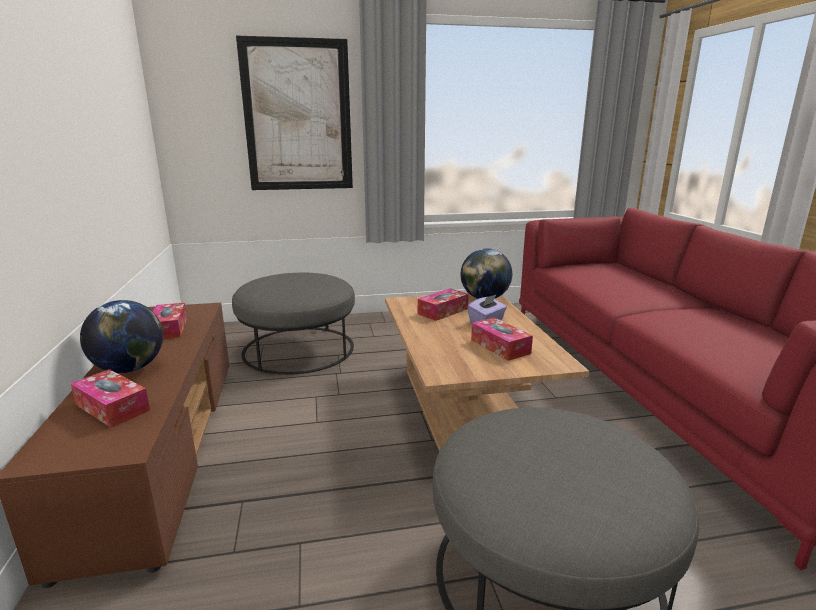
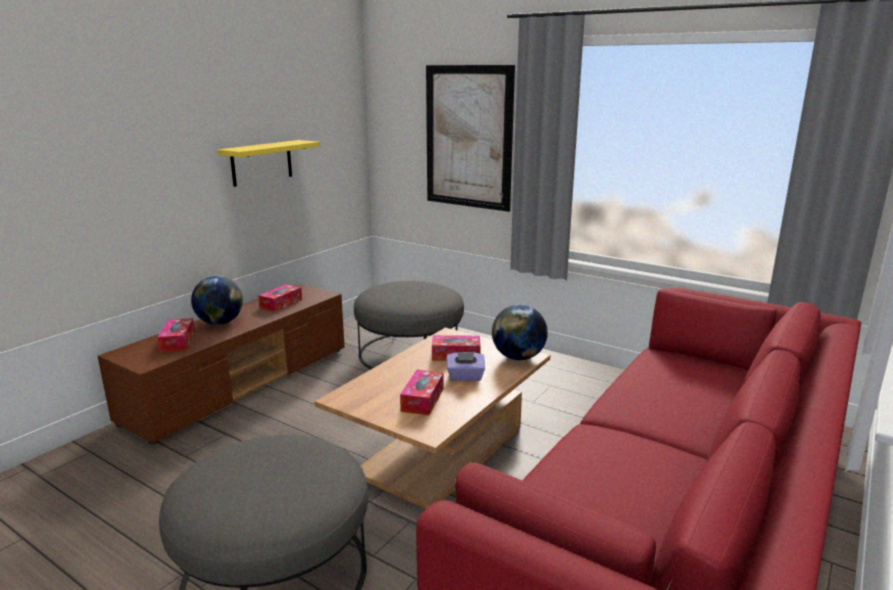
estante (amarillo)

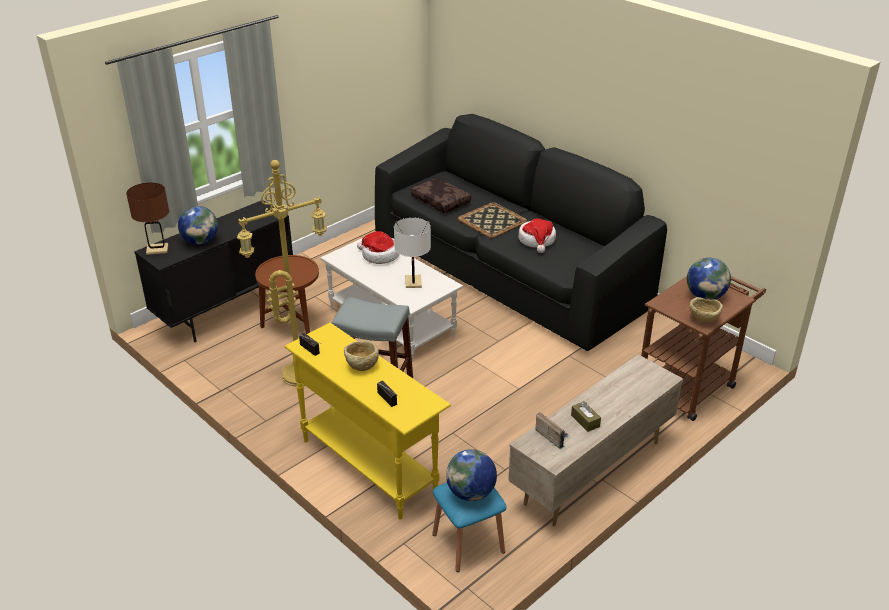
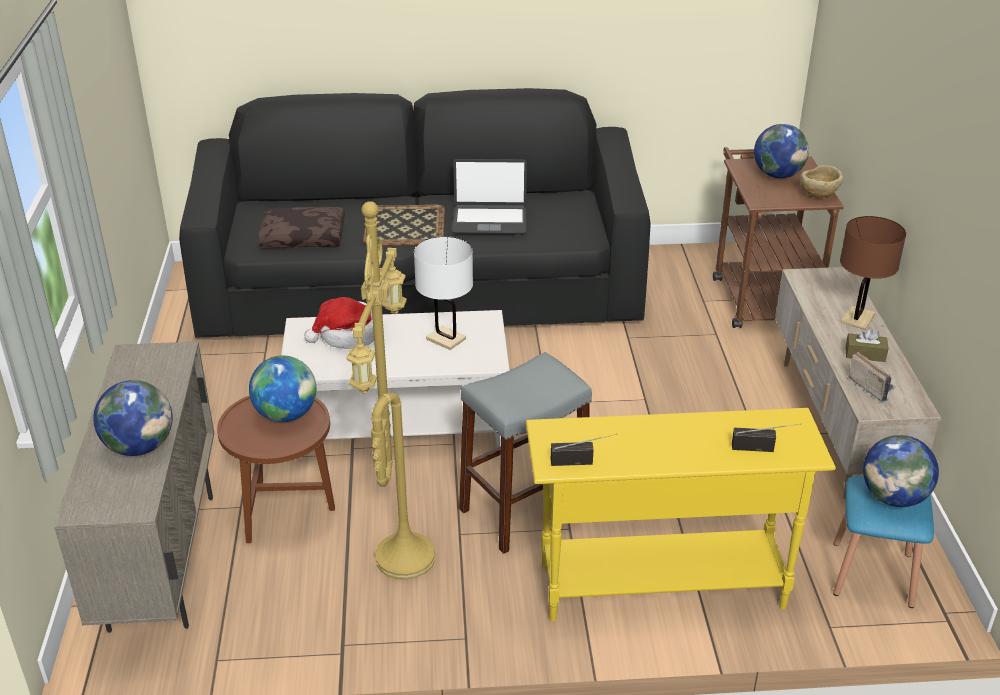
armario (beis)
globo terráqueo (2nd from left)
portátil
lámpara de mesa (marrón)
radio (3rd from left)
cuenco (beis) (1st from left in the first image)

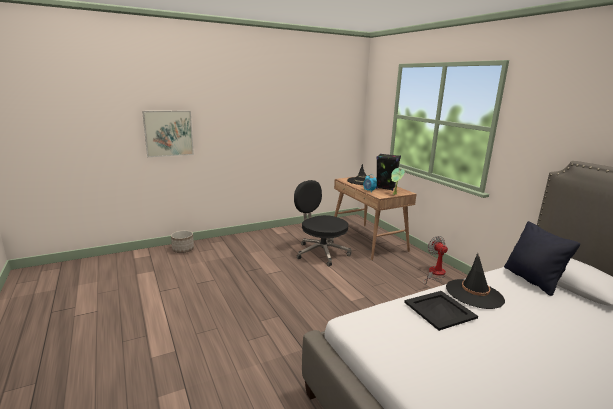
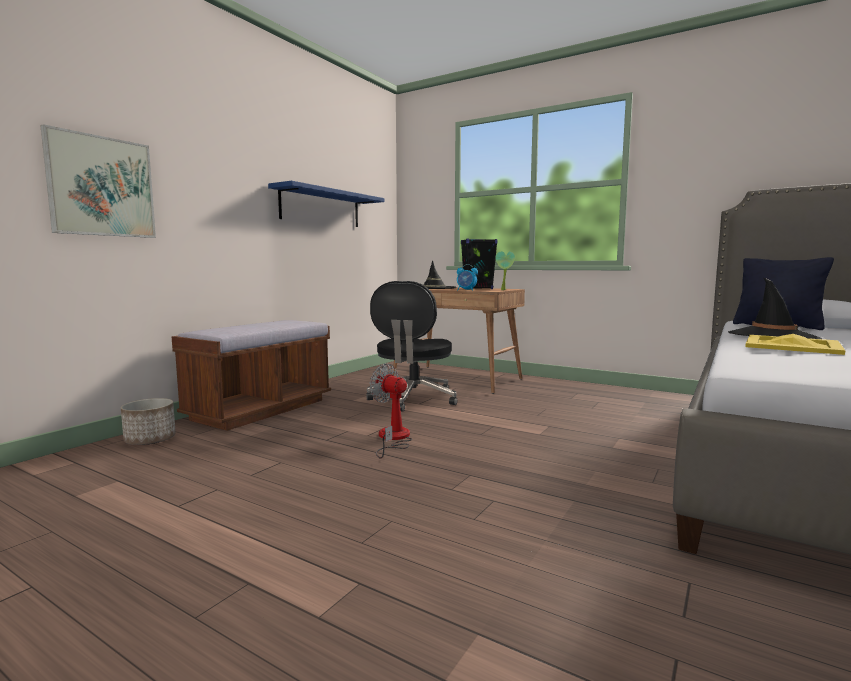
banco (marrón)
estante (azul)
silla de oficina (negro)
ventilador
bandeja (amarillo)

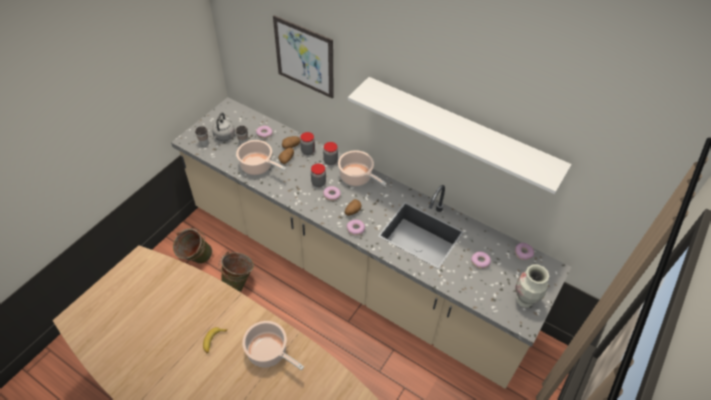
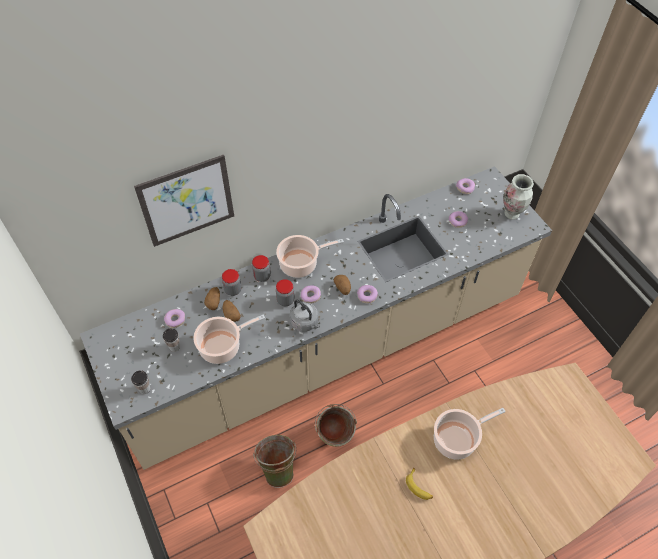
hervidor (gris)
cubo (verde) (2nd from left)
estante (blanco)

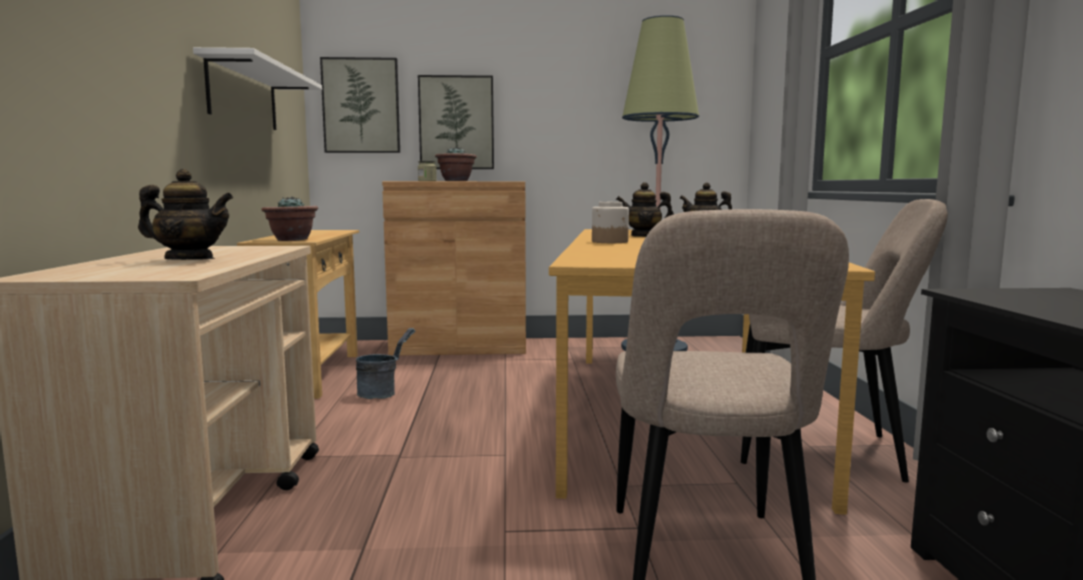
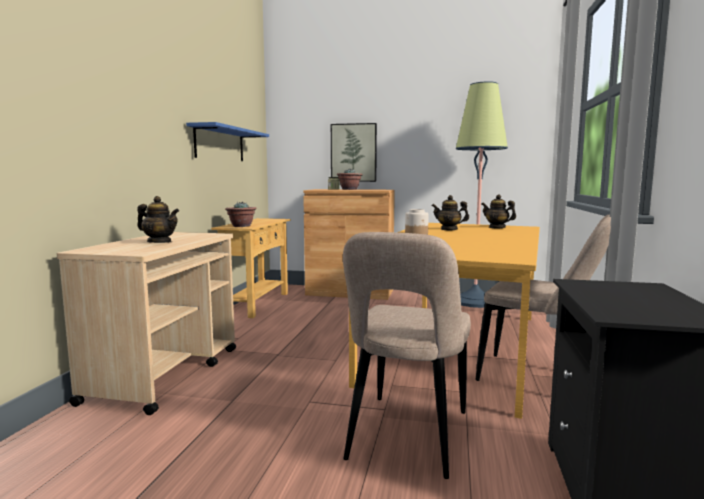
estante (azul)
cuadro (1st from left in the first image)
cubo (gris)

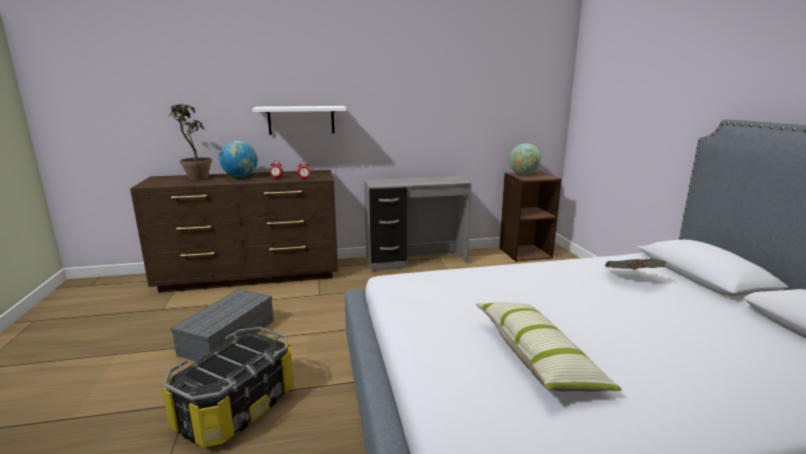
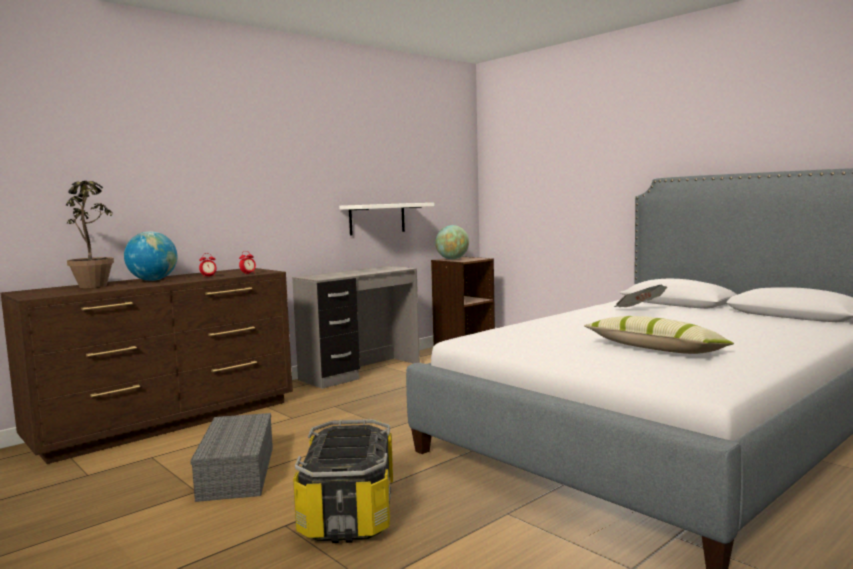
estante (blanco)

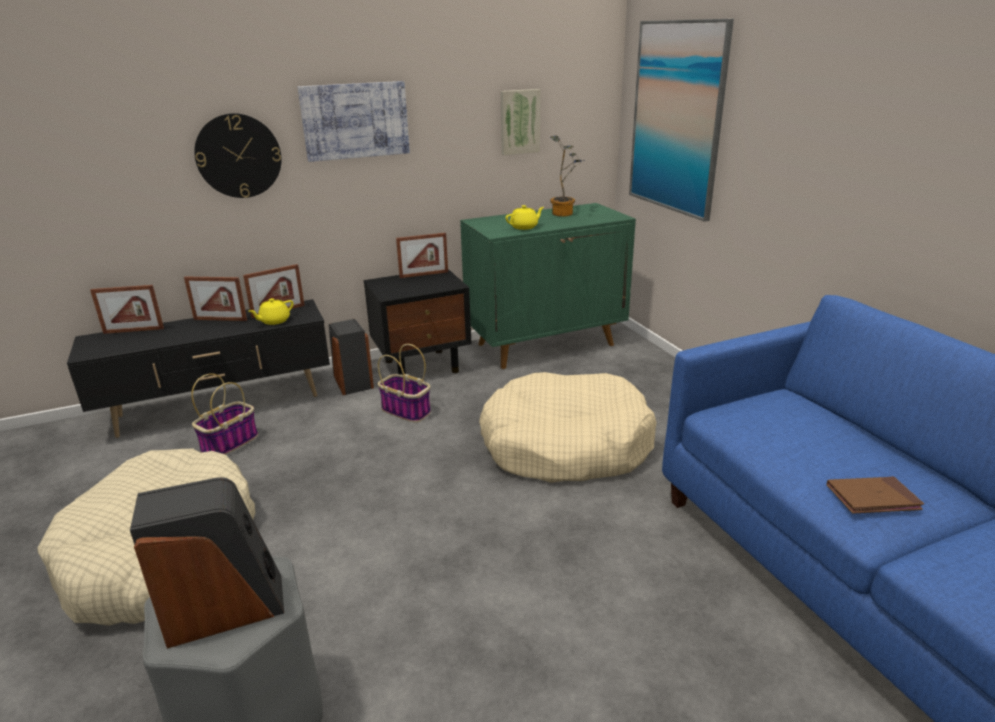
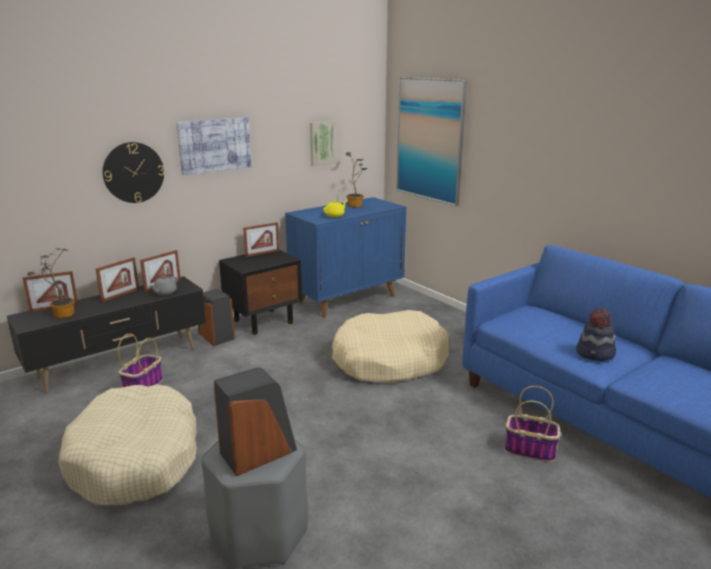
planta en maceta (1st from left)
portarretratos (2nd from left)
tetera (gris)
armario (azul)
cesta (2nd from left)
sombrero

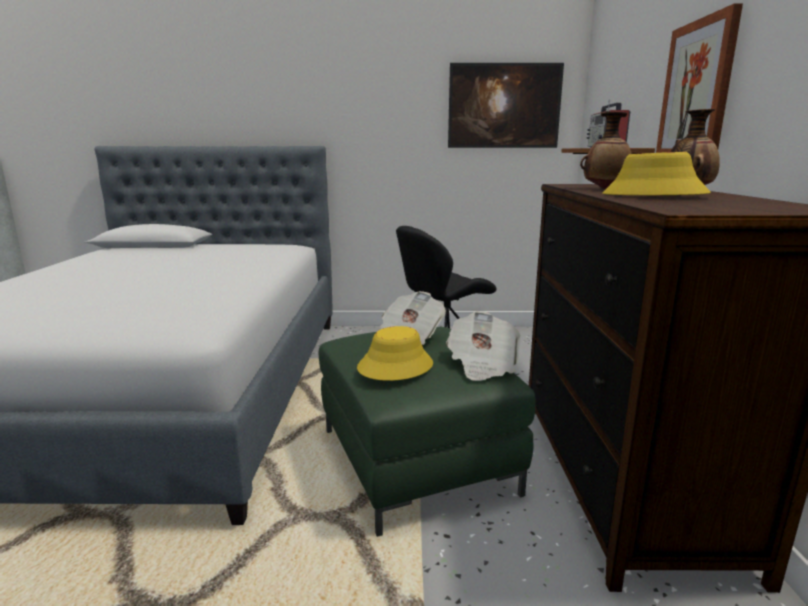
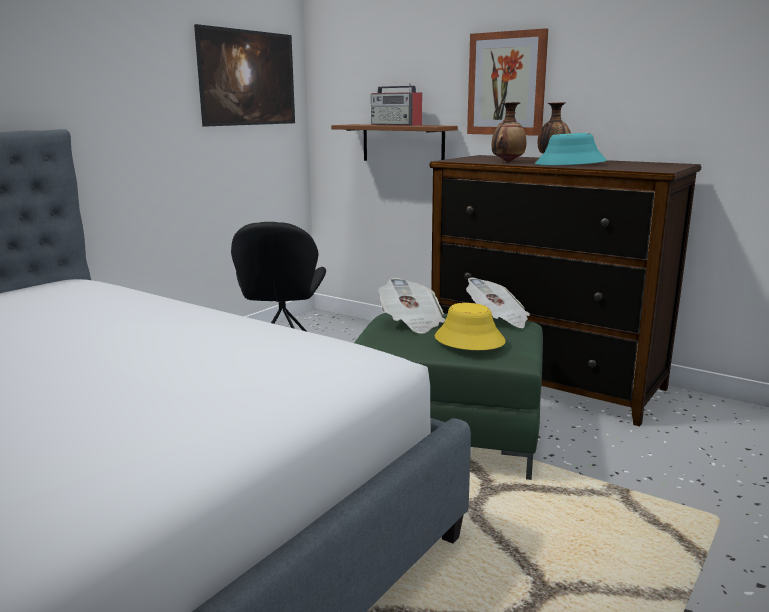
sombrero (turquesa)

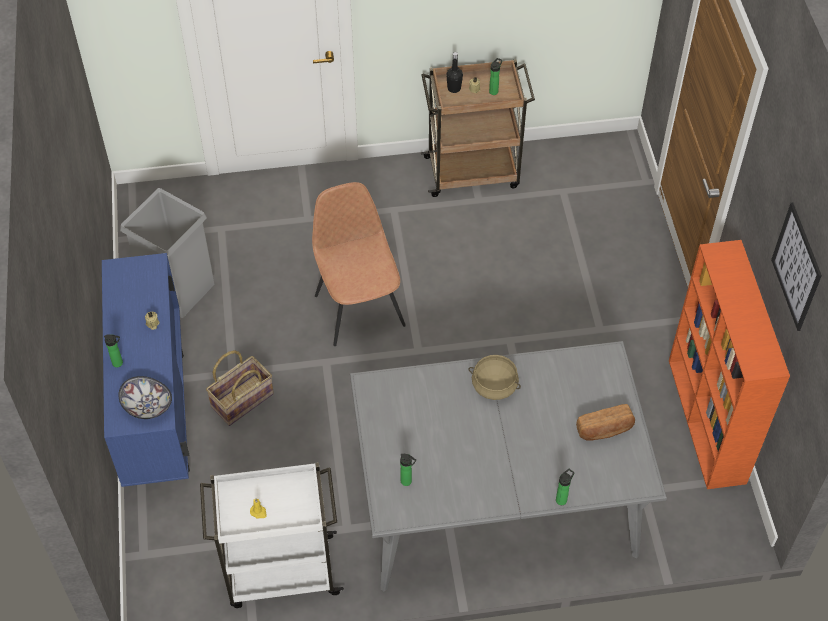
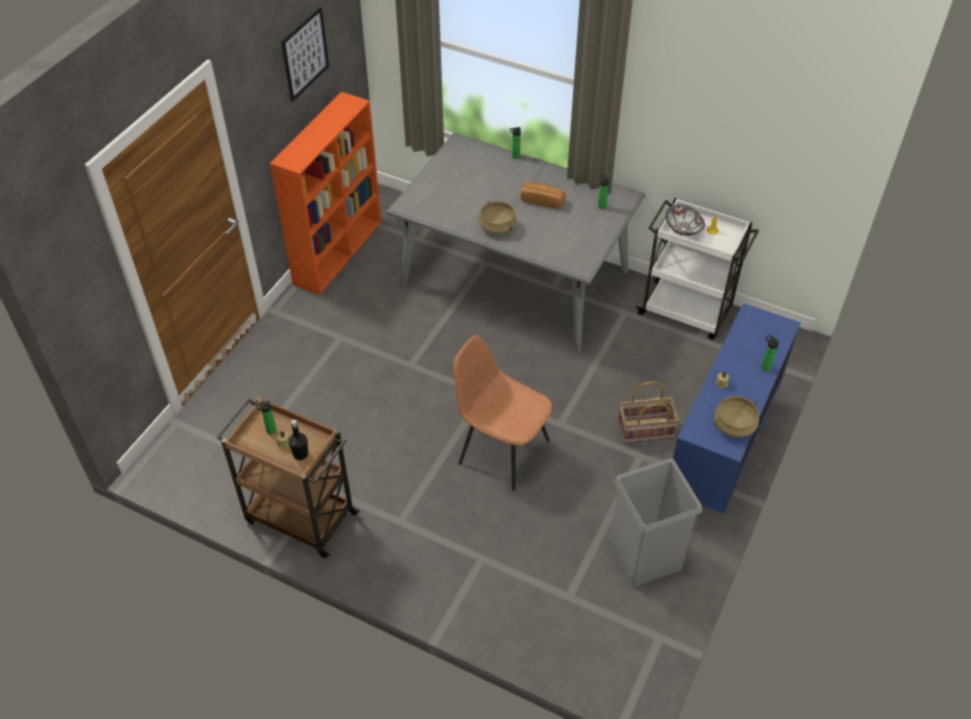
silla (marrón)
pan
cuenco
olla (beis) (2nd from left)

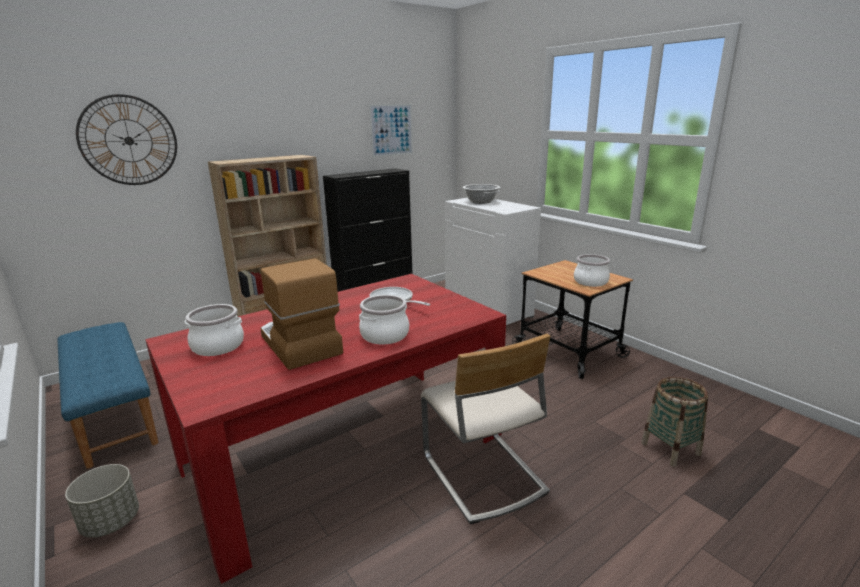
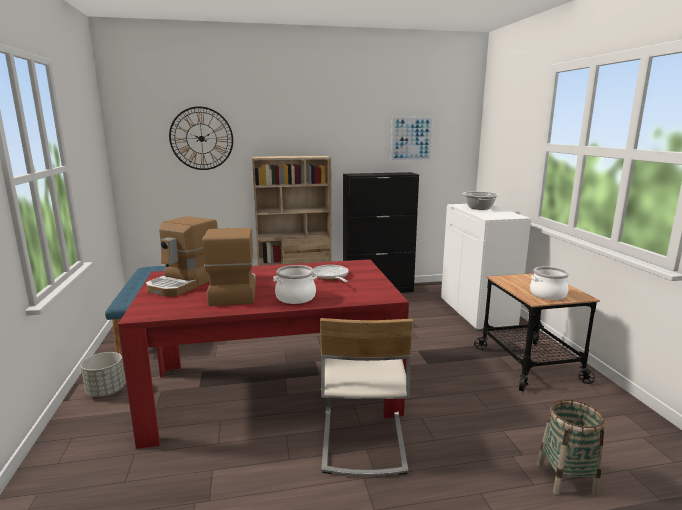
cafetera (1st from left)

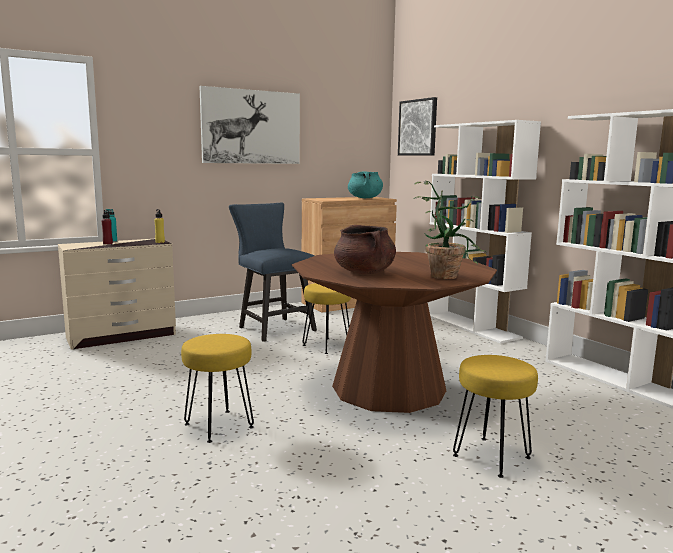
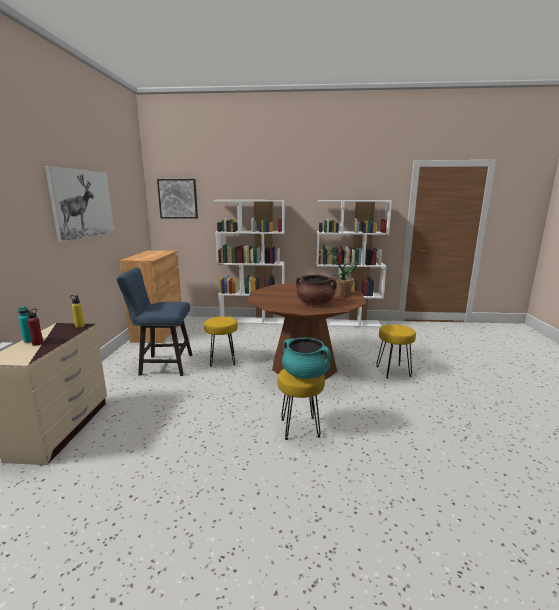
olla (turquesa)

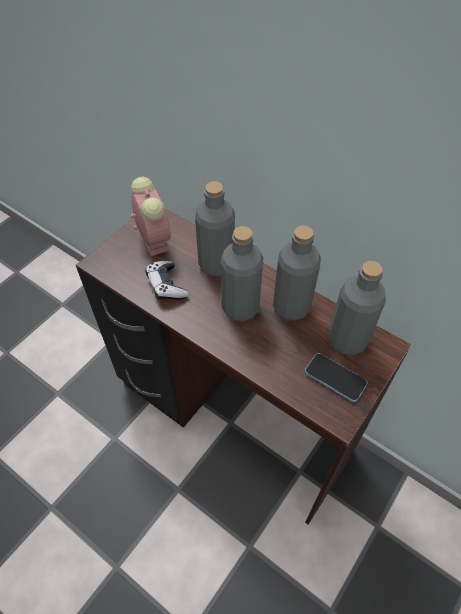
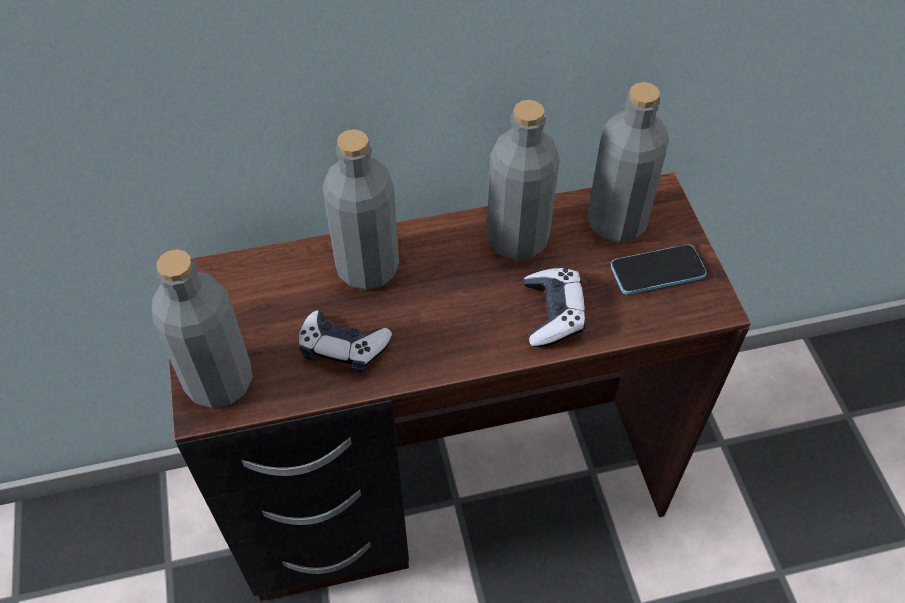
botella (gris) (1st from left)
mando de consola (2nd from left)
despertador

